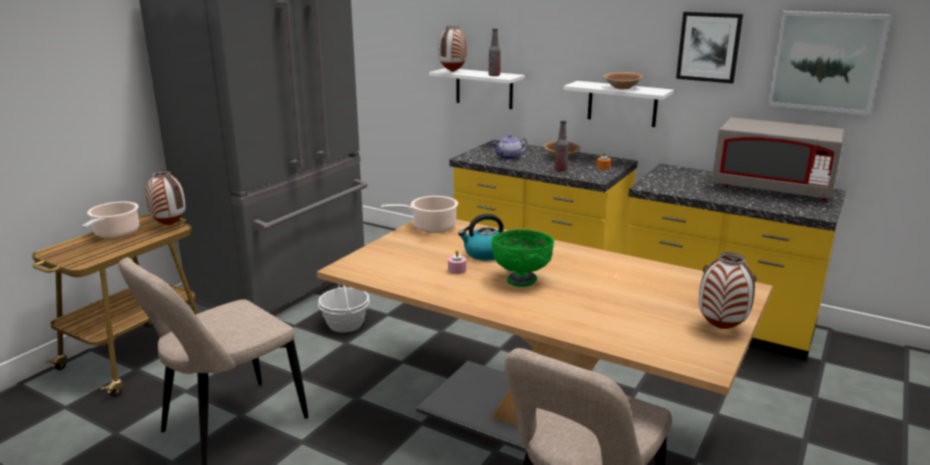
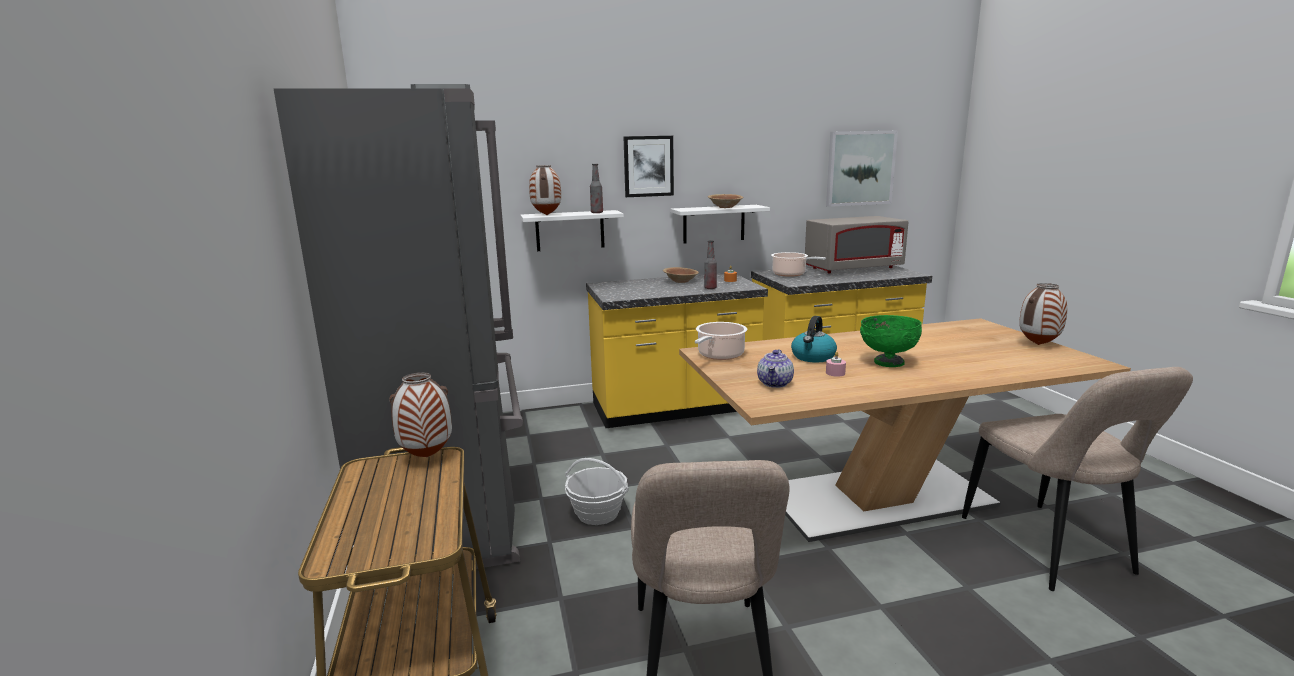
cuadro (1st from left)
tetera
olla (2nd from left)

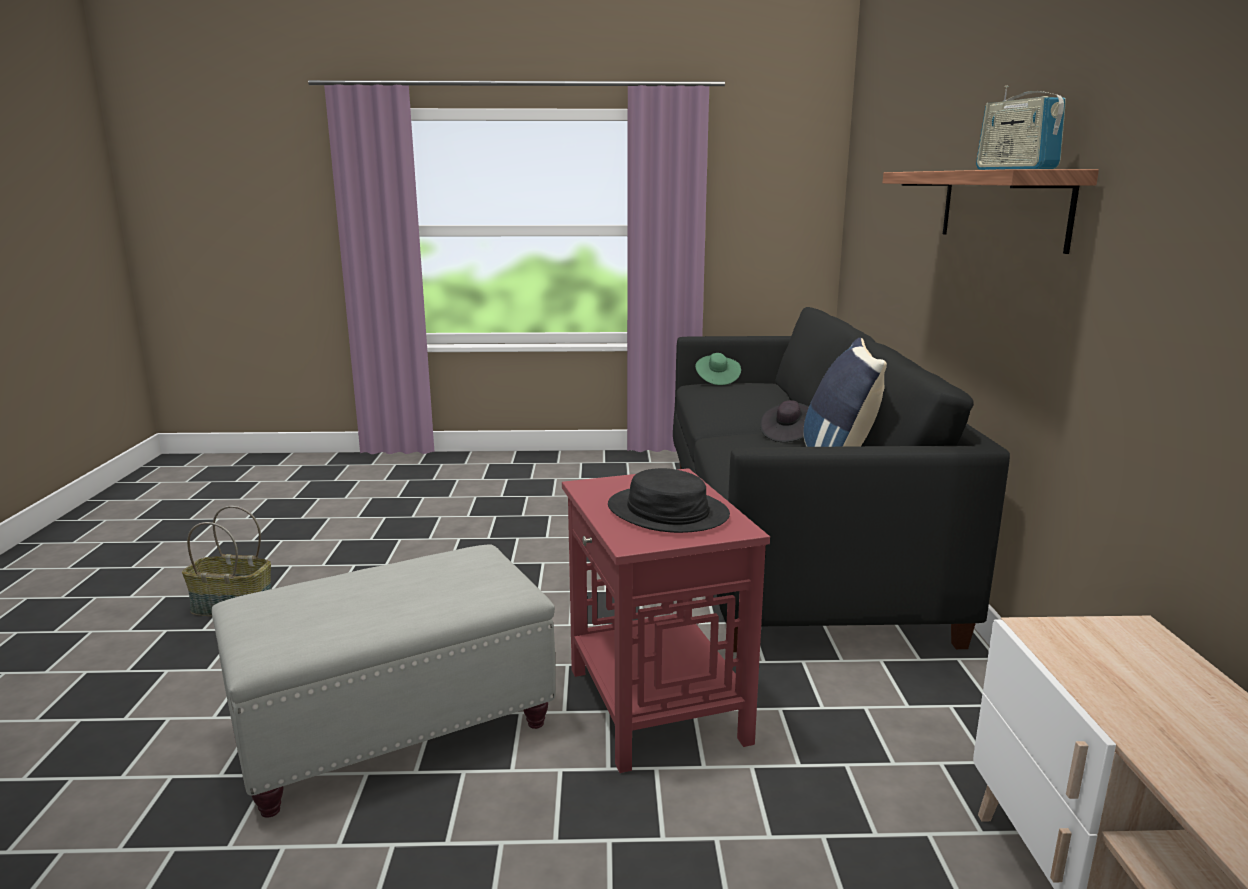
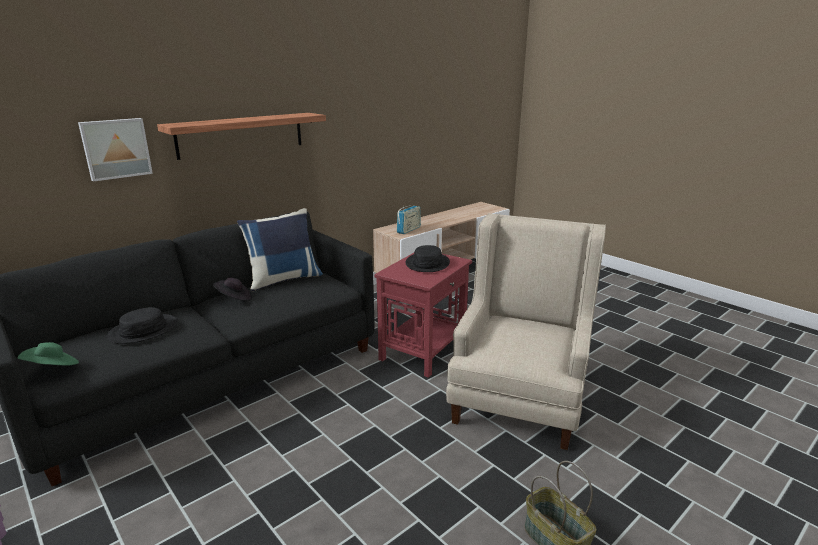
cuadro
sombrero (negro) (1st from left)
radio
sillón (beis)

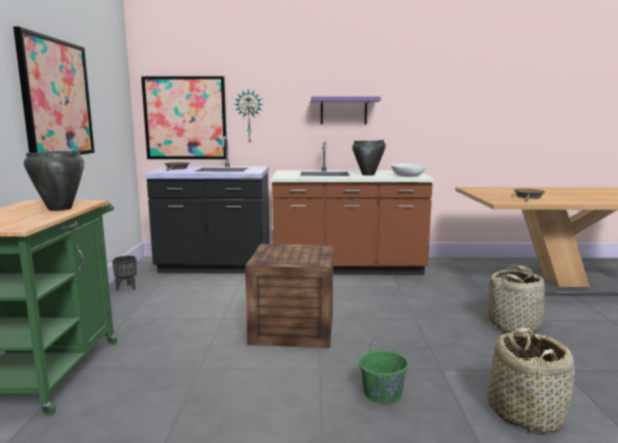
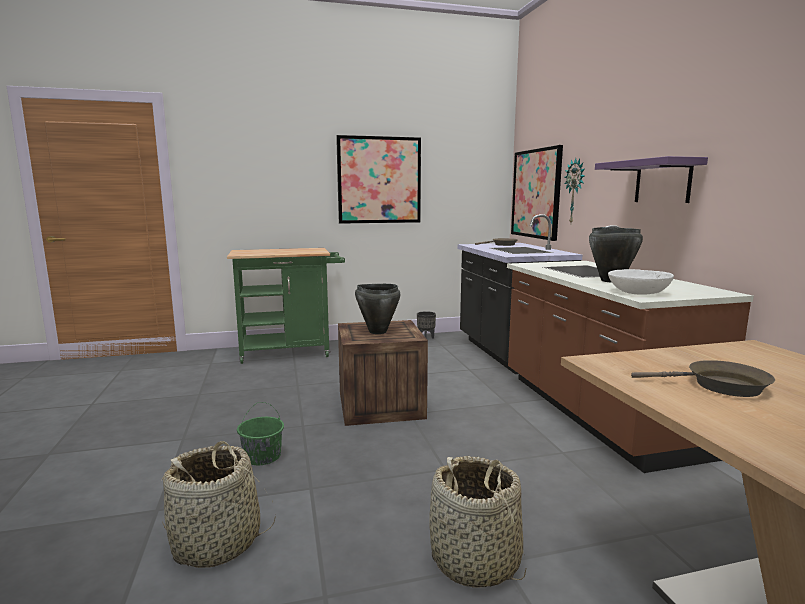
olla (negro) (1st from left)

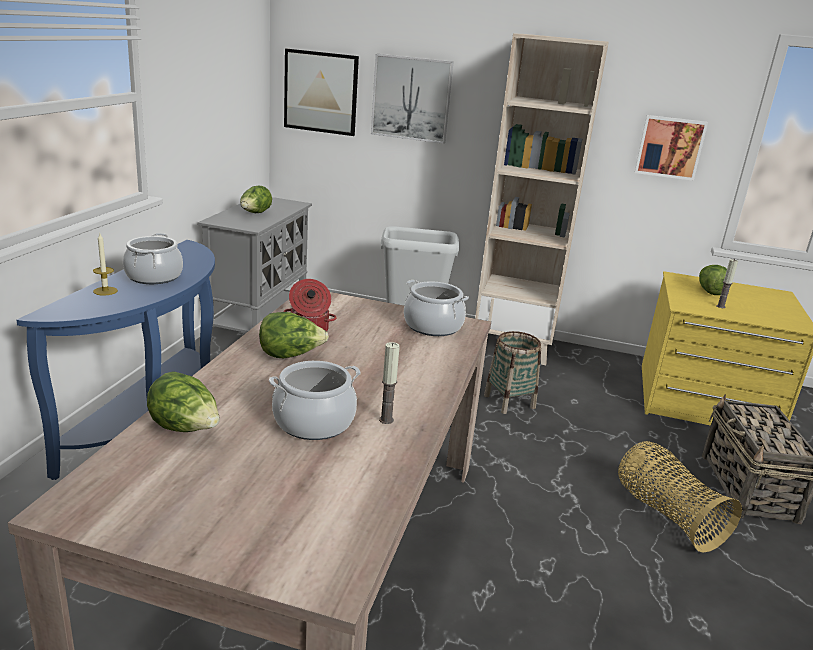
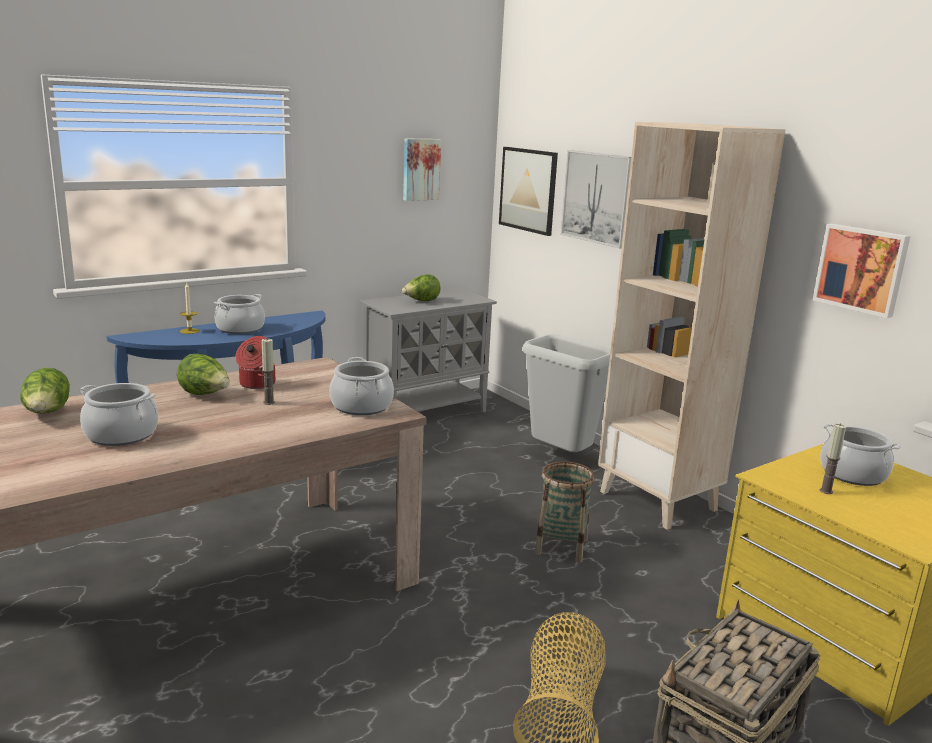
vela (2nd from left)
cuadro (1st from left)
olla (5th from left)

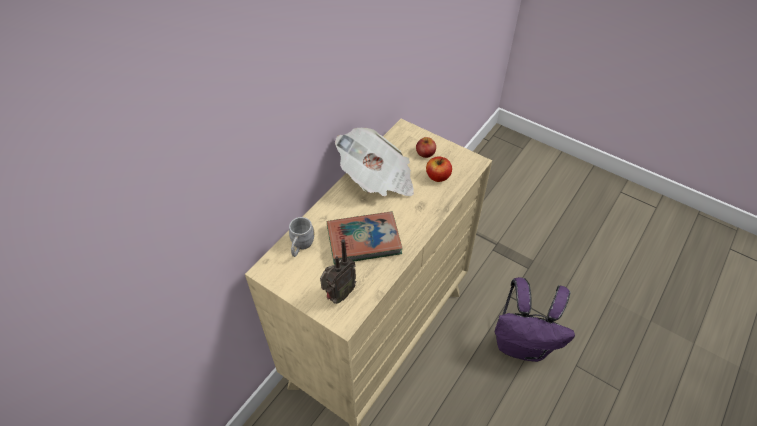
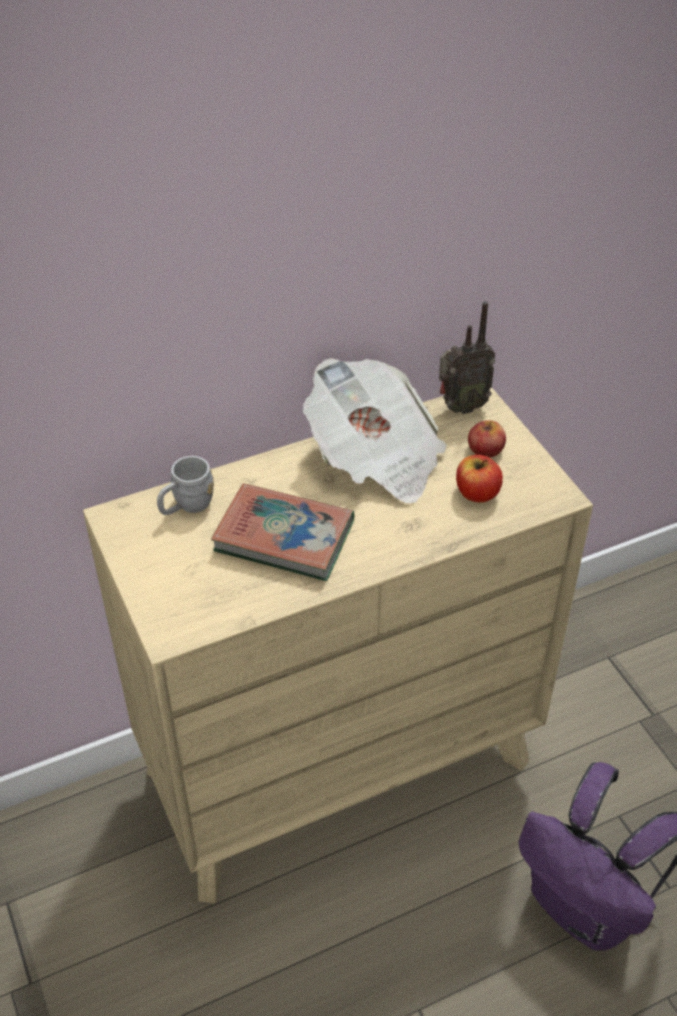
radio

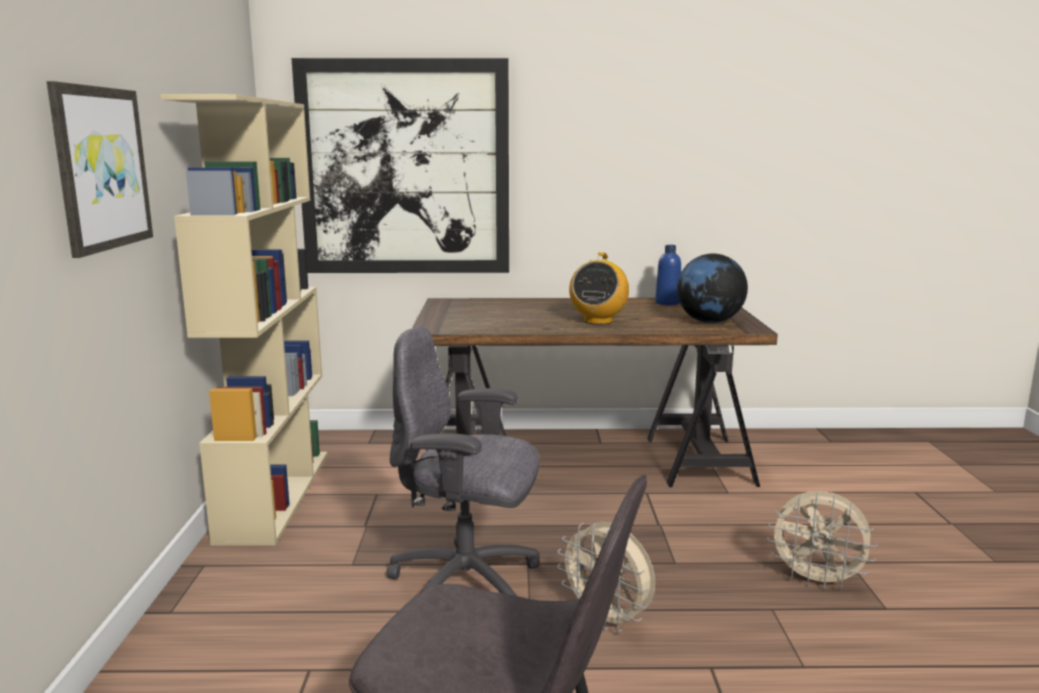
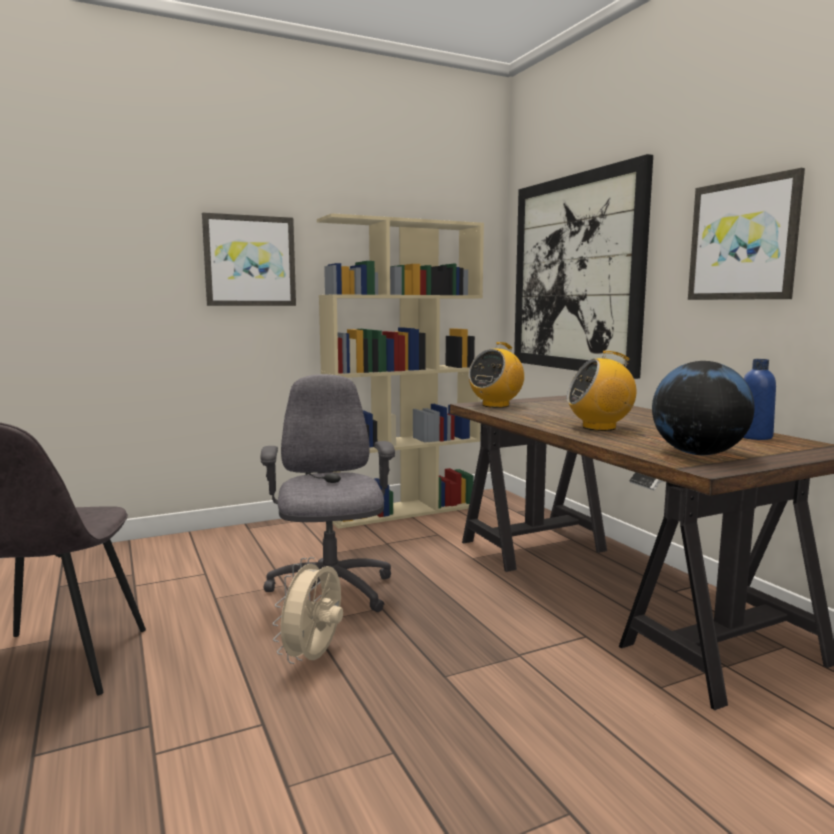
radio (1st from left)
cuadro (3rd from left)
ventilador (beis) (2nd from left in the first image)

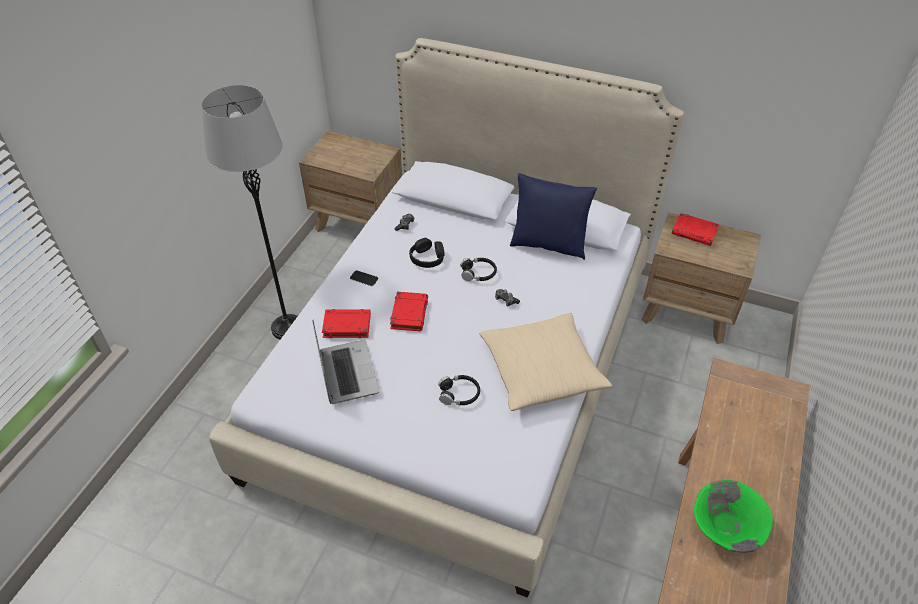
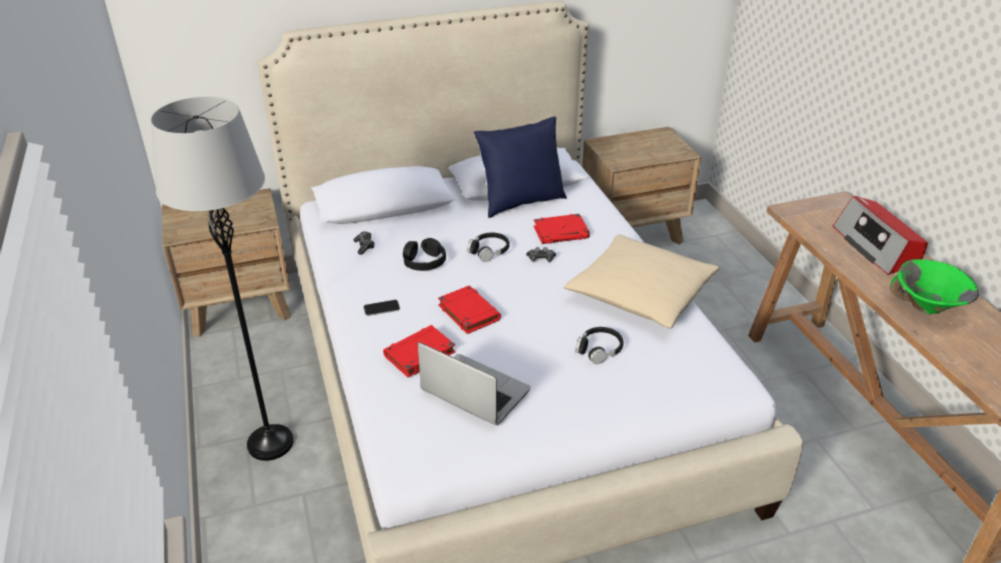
libro (rojo) (3rd from left)
radio

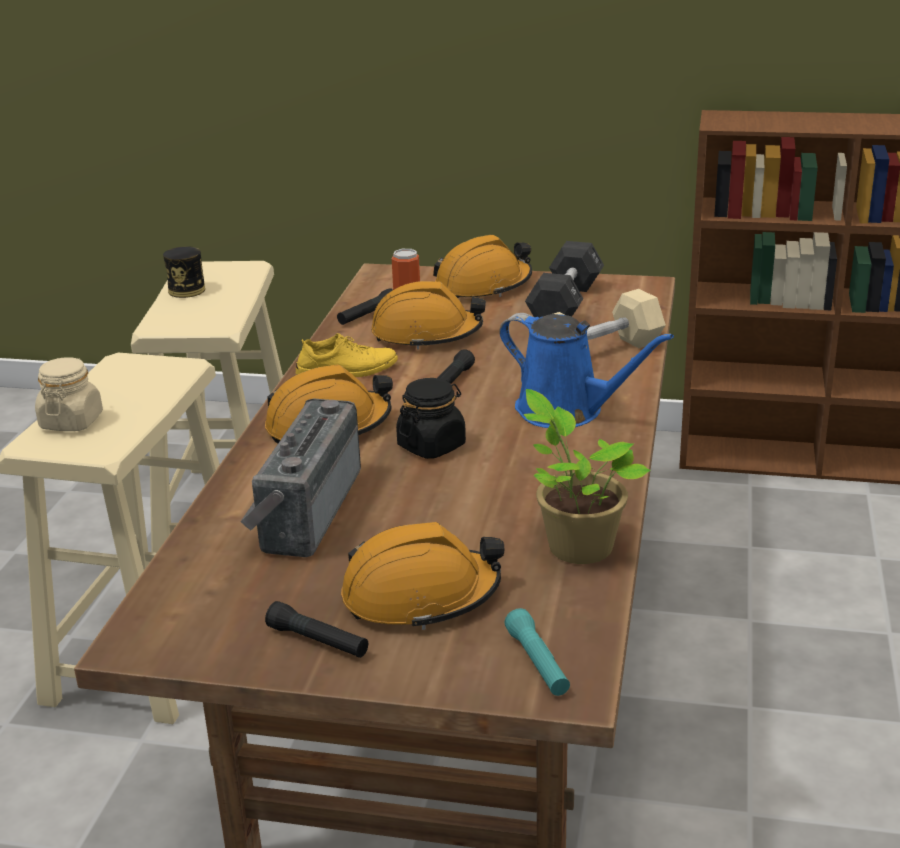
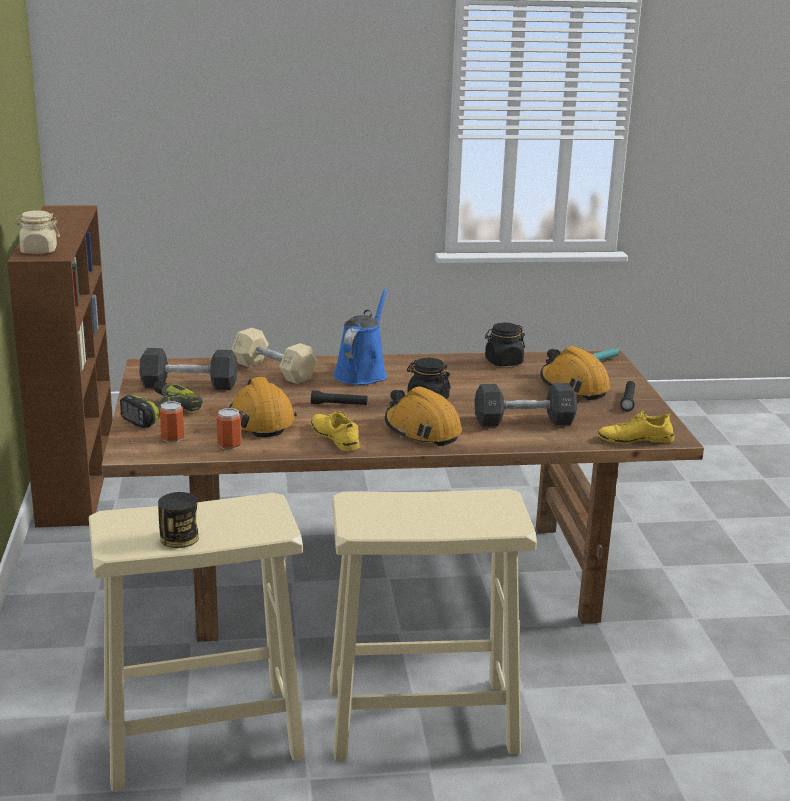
tarro (beis)
taladro
lata (3rd from left)
mancuerna (negro) (2nd from left)
tarro (negro) (2nd from left)
zapato (amarillo) (2nd from left)

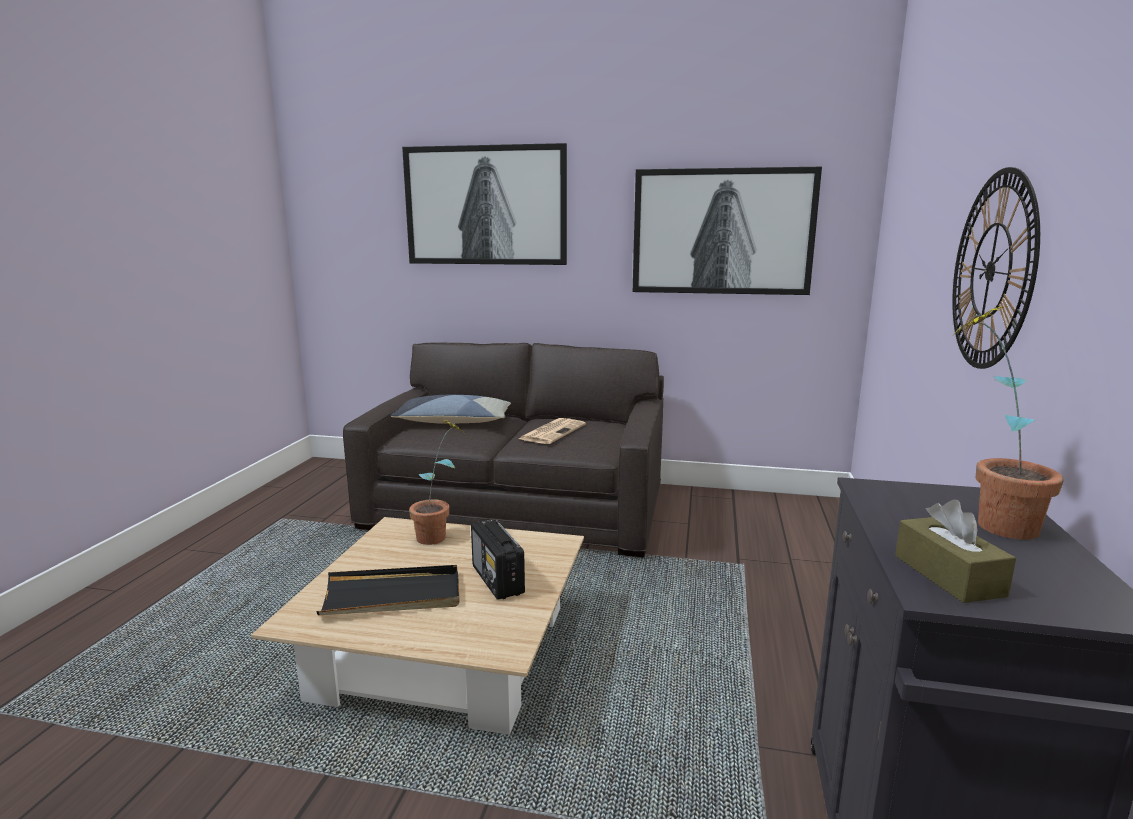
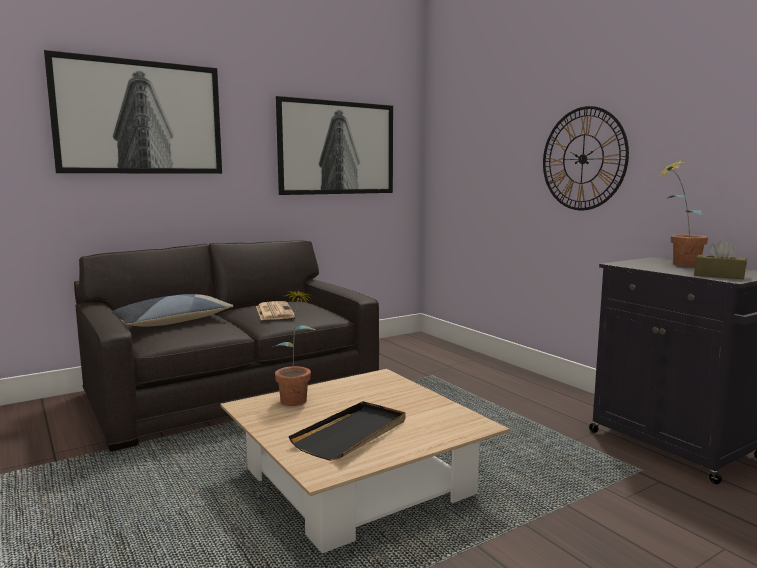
radio

